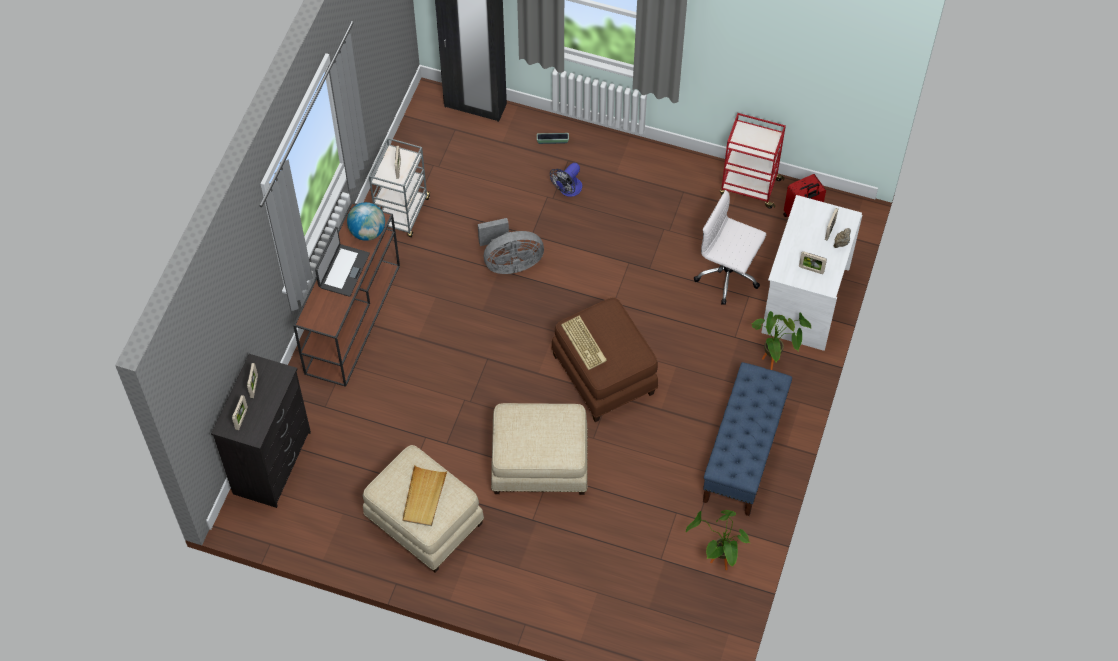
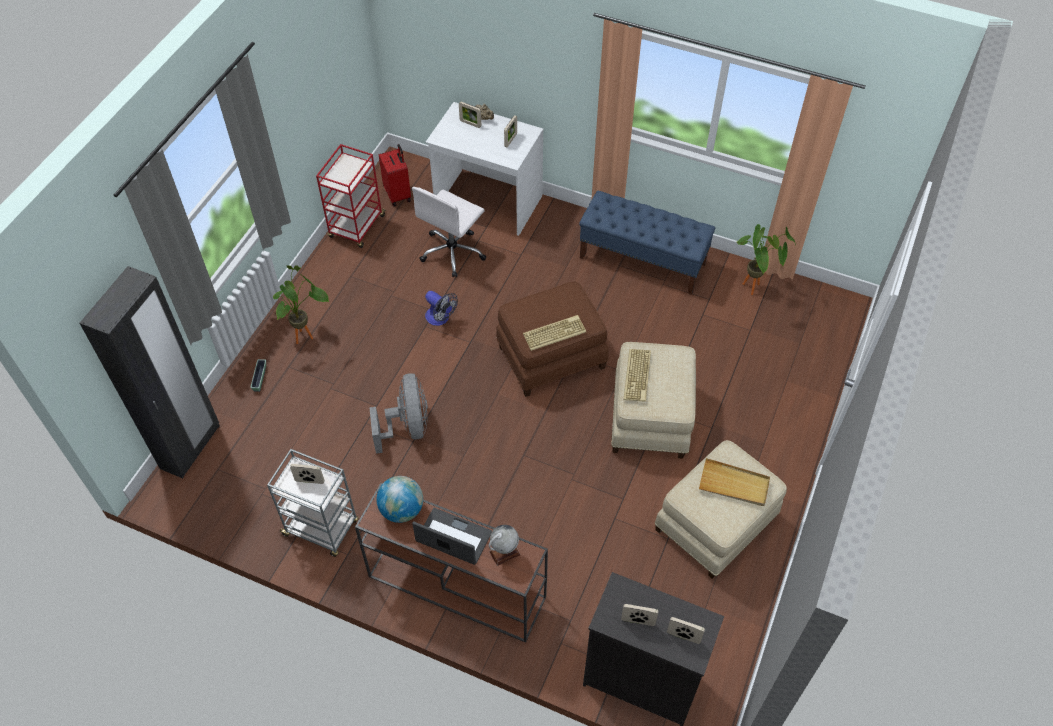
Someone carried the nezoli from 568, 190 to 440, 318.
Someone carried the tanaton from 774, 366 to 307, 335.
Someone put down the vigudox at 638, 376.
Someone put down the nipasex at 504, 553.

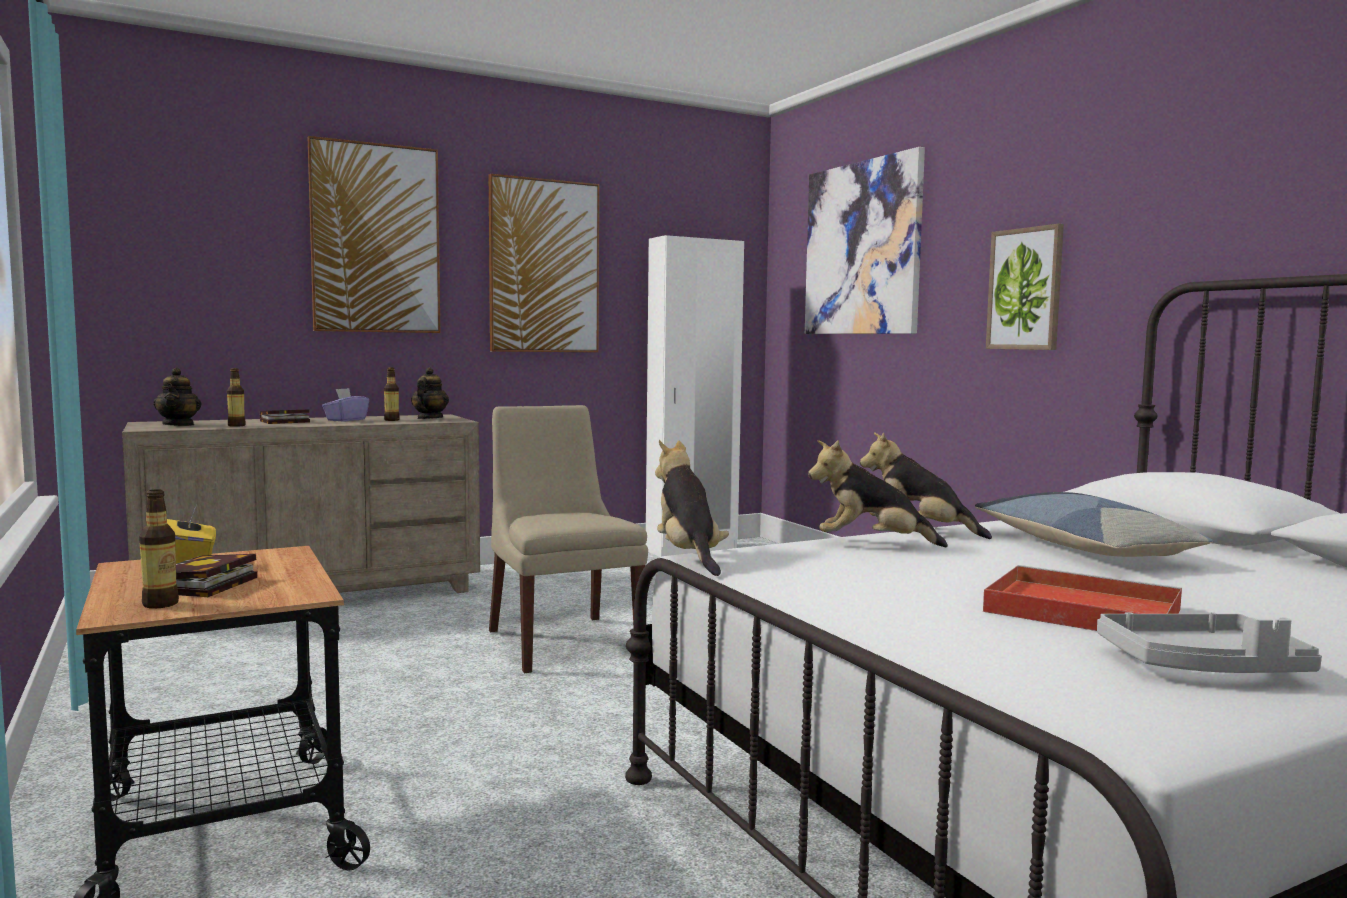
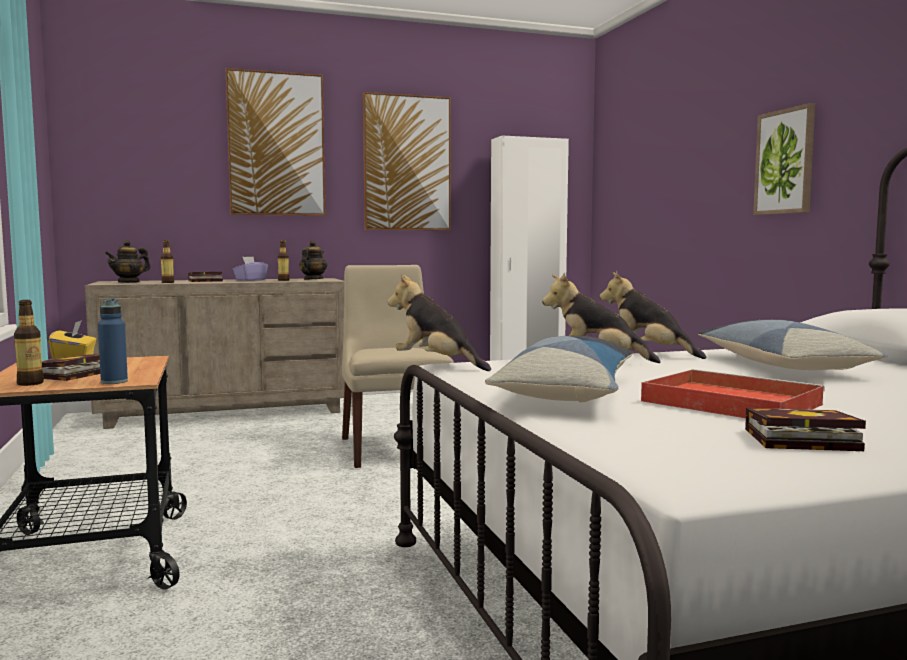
Someone took away the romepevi at 862, 248.
Someone rotated the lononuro at 179, 425 by 45 degrees clockwise.
Someone rotated the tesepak at 689, 557 by 45 degrees counterclockwise.
Someone swapped the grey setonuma at 1202, 667 for the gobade at 796, 440.
Someone put down the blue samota at 114, 382.
Someone put down the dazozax at 568, 392.

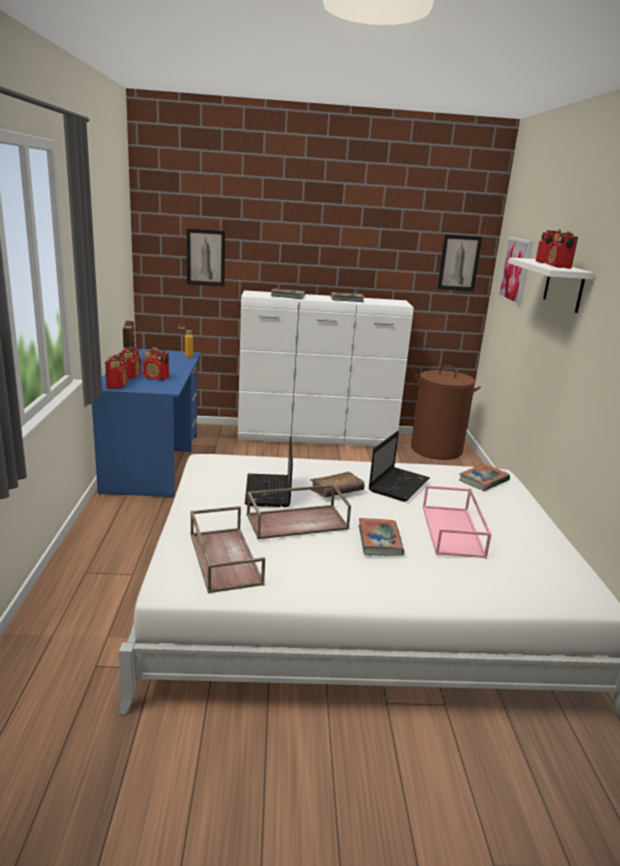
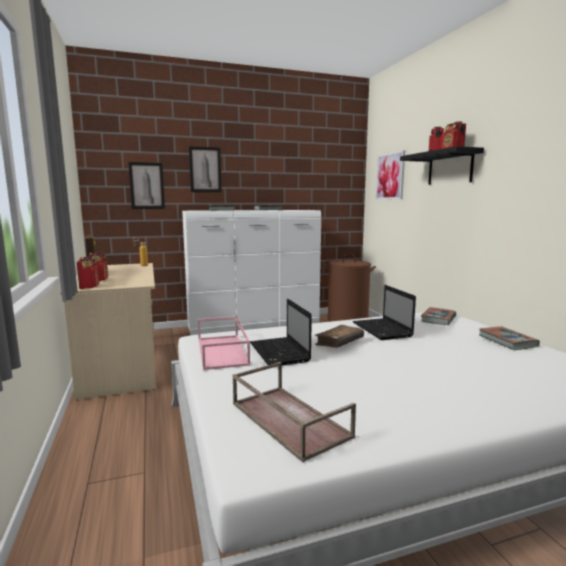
Someone carried the romepevi from 459, 263 to 205, 169.
Someone repainted the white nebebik at 564, 285, which became the black nebebik at 450, 168.
Someone took away the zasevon at 156, 378.
Someone repainted the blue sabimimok at 153, 462, which became the beige sabimimok at 121, 364.
Someone rotated the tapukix at 399, 484 by 150 degrees clockwise.
Someone took away the brown setonuma at 298, 521.
Someone carried the pink setonuma from 453, 531 to 223, 351.
Someone carried the gobade from 380, 541 to 507, 341.

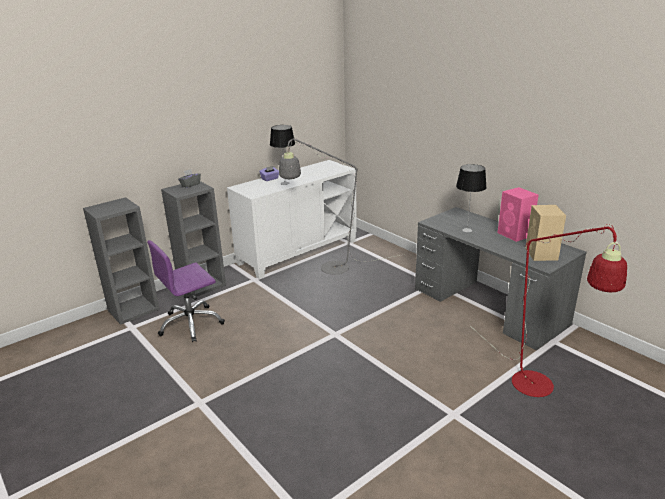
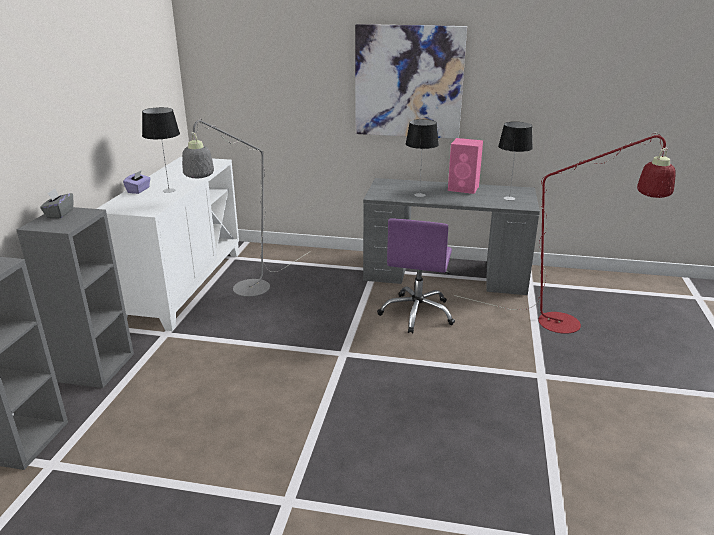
Someone swapped the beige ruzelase at 541, 254 for the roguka at 509, 198.
Someone carried the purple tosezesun from 191, 324 to 417, 313.
Someone put up the romepevi at 408, 82.

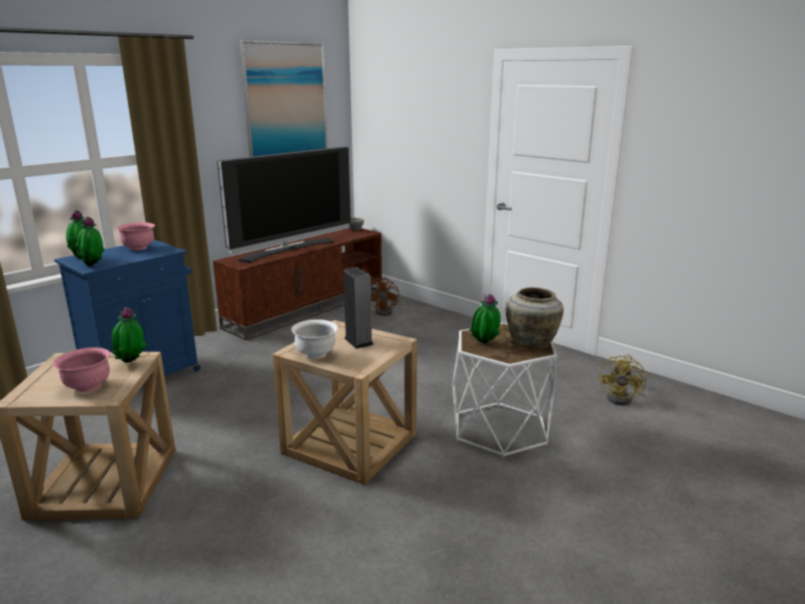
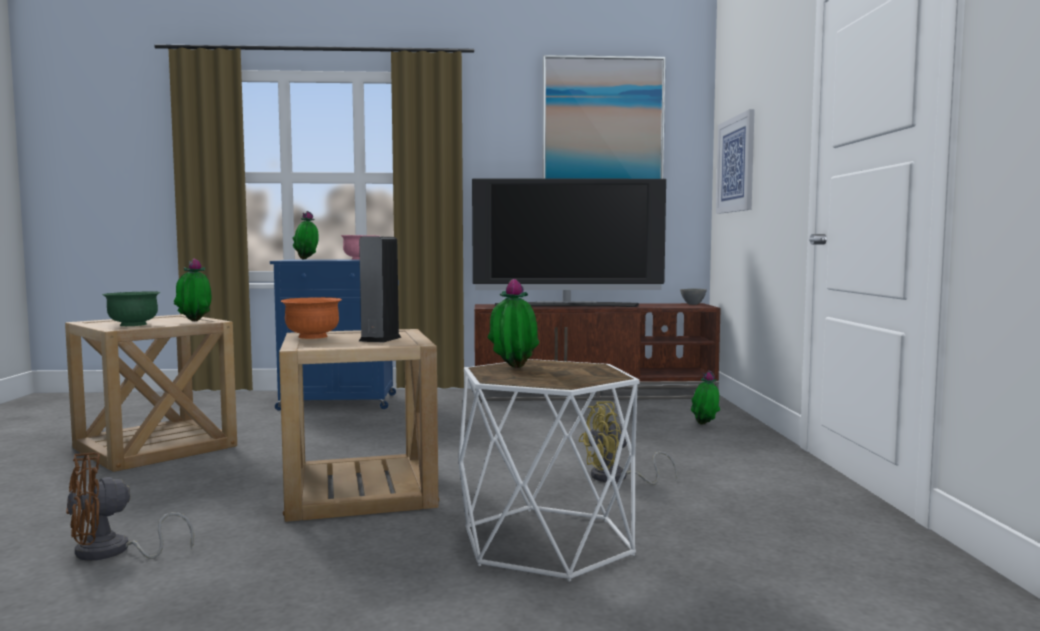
Someone carried the tanaton from 93, 265 to 705, 425.
Someone carried the brown nezoli from 387, 312 to 112, 552.
Someone took away the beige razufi at 532, 343.
Someone repainted the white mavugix at 316, 354, which became the orange mavugix at 312, 337.
Someone repainted the pink mavugix at 87, 386, which became the green mavugix at 133, 325.
Someone carried the yellow nezoli from 624, 399 to 617, 478.
Someone put up the romepevi at 736, 165.

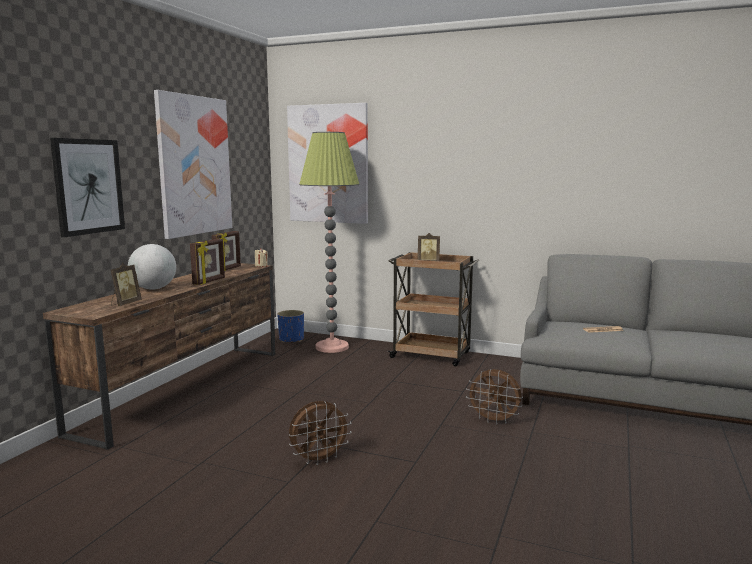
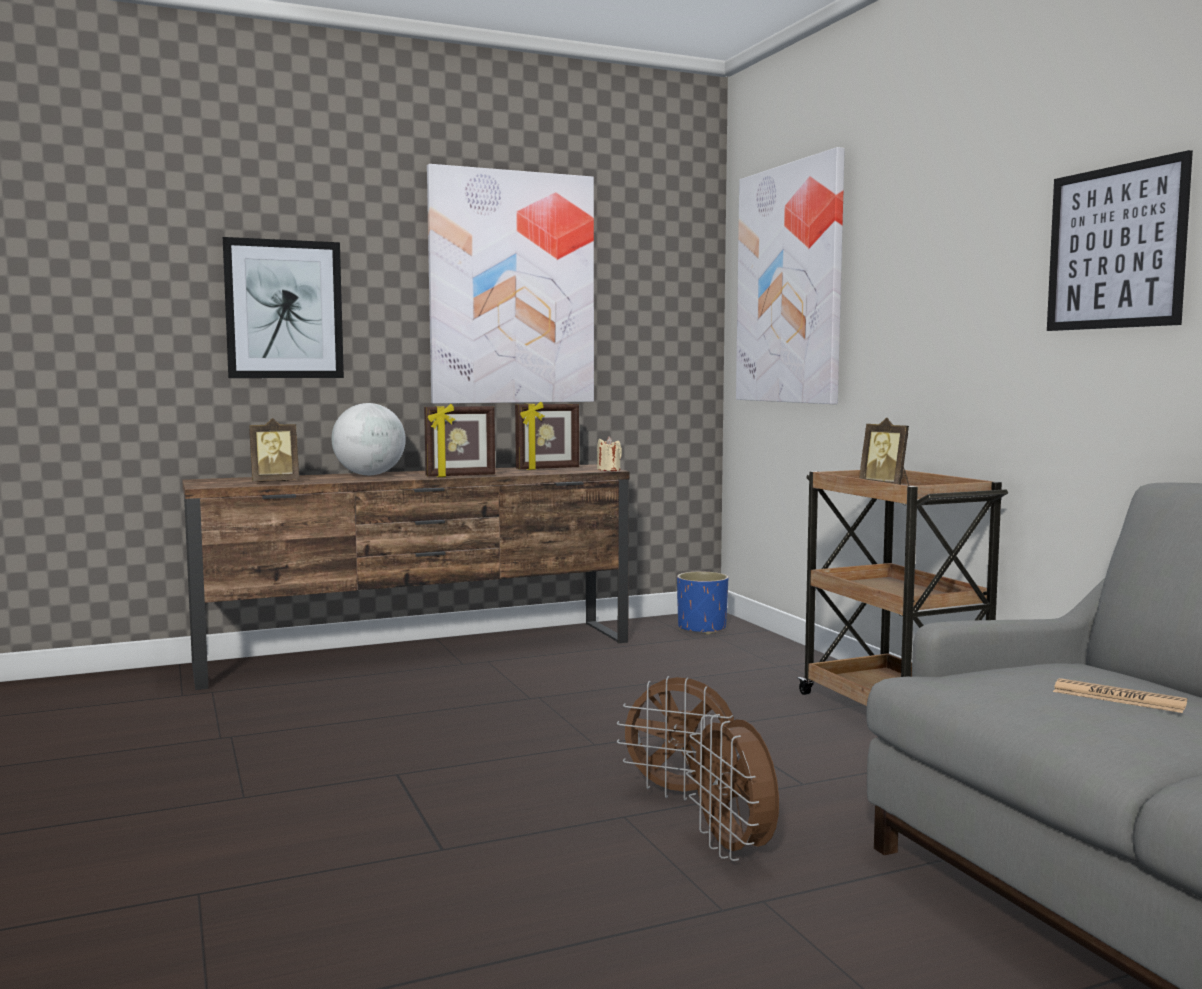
Someone took away the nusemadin at 332, 347.
Someone carried the brown nezoli from 319, 459 to 680, 793.
Someone put up the romepevi at 1115, 247.

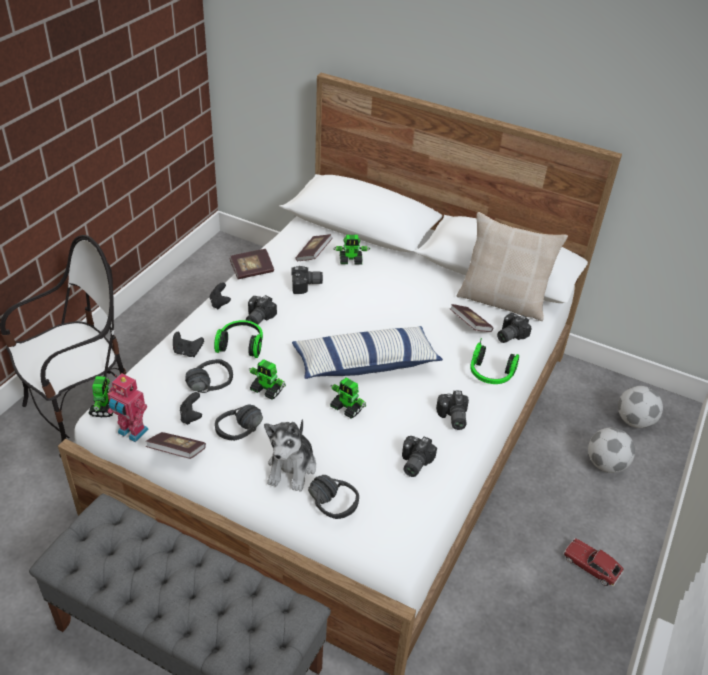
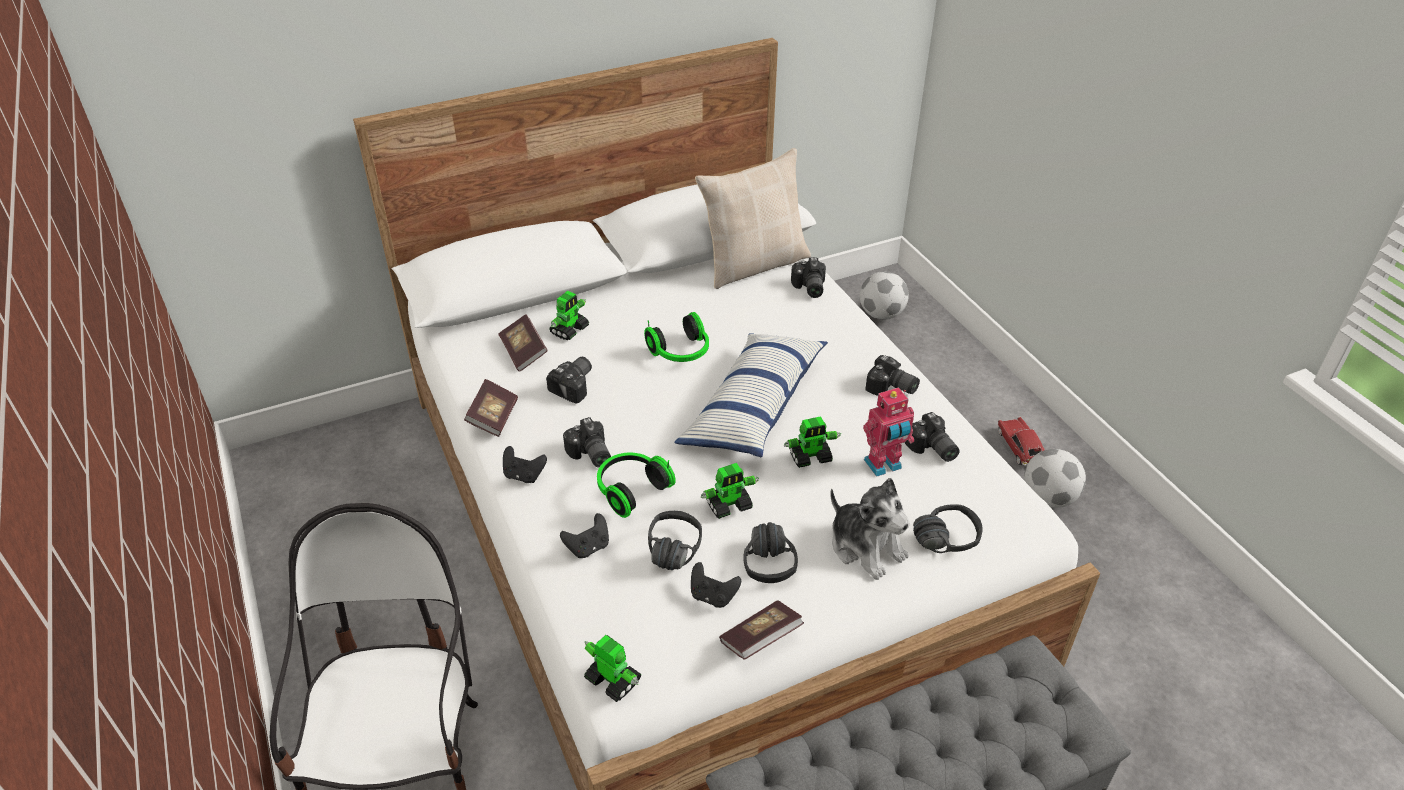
Someone took away the gobade at 470, 325.
Someone carried the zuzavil from 490, 375 to 681, 353.
Someone carried the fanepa from 131, 432 to 884, 465.
Someone carried the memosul from 605, 464 to 1048, 498.
Someone rotated the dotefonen at 591, 566 by 90 degrees clockwise.

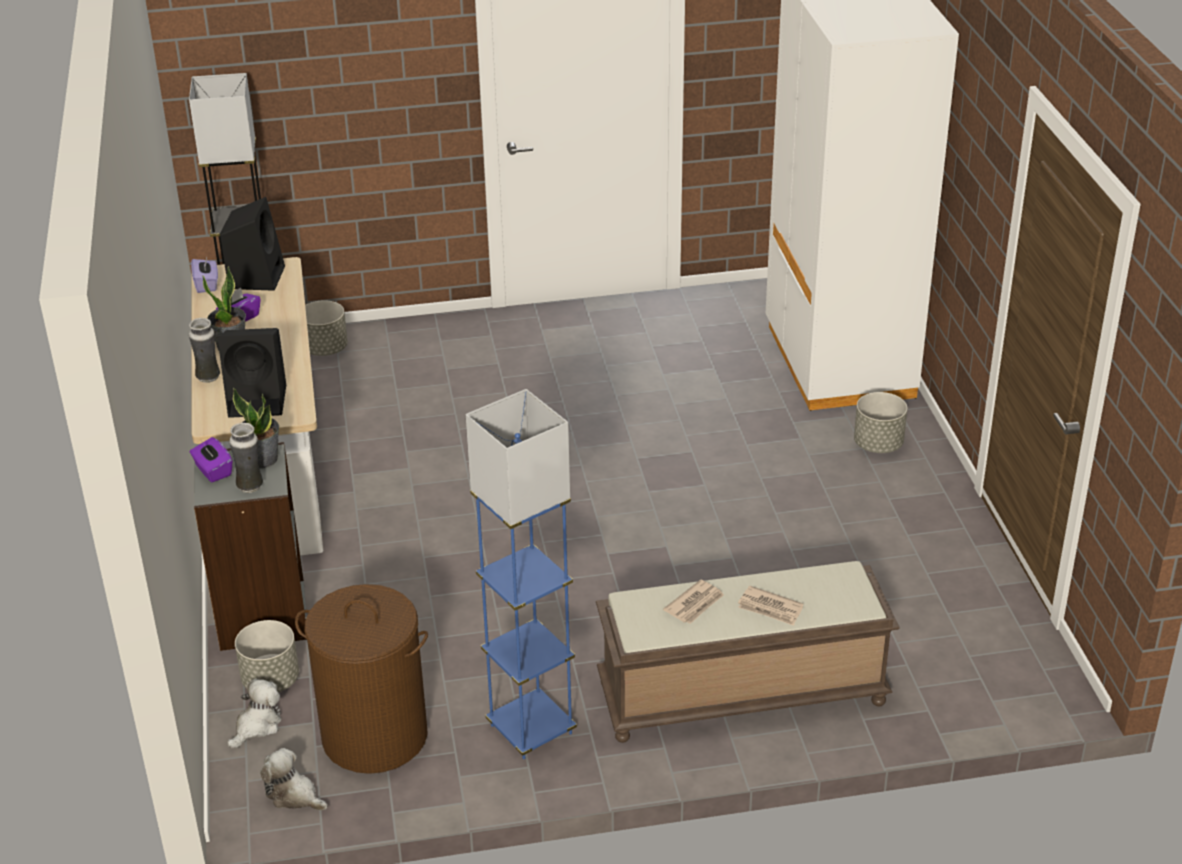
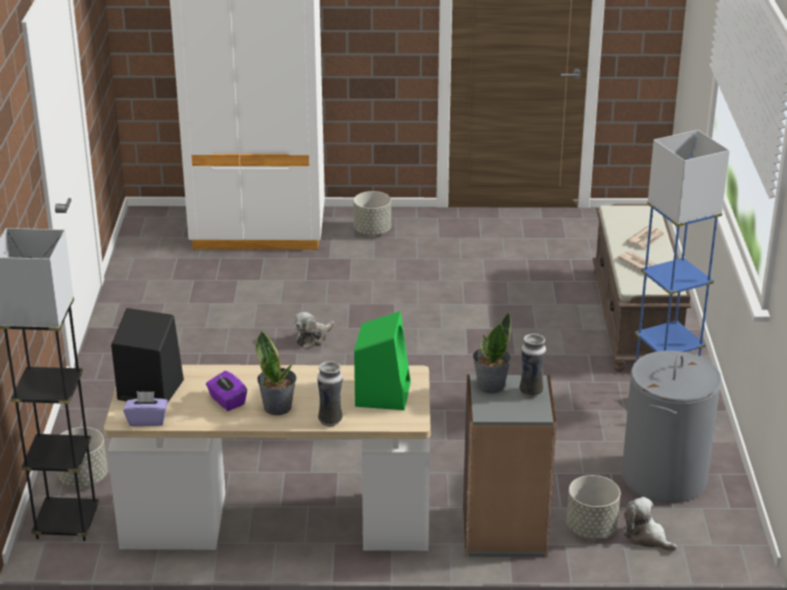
Someone repainted the black ruzelase at 259, 401, which became the green ruzelase at 382, 393.
Someone took away the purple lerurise at 213, 471.
Someone repainted the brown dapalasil at 374, 736, which became the grey dapalasil at 664, 478.
Someone carried the tesepak from 294, 795 to 313, 338.

